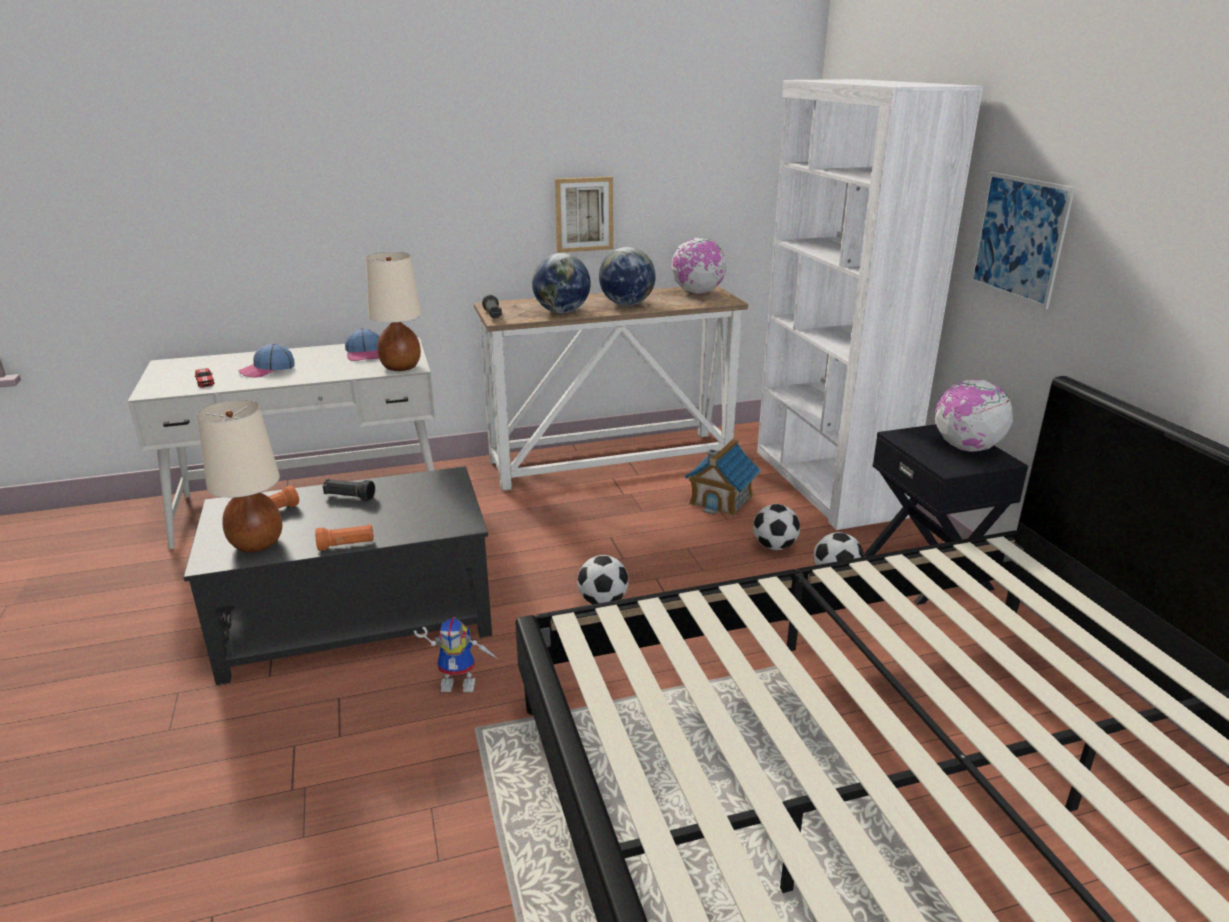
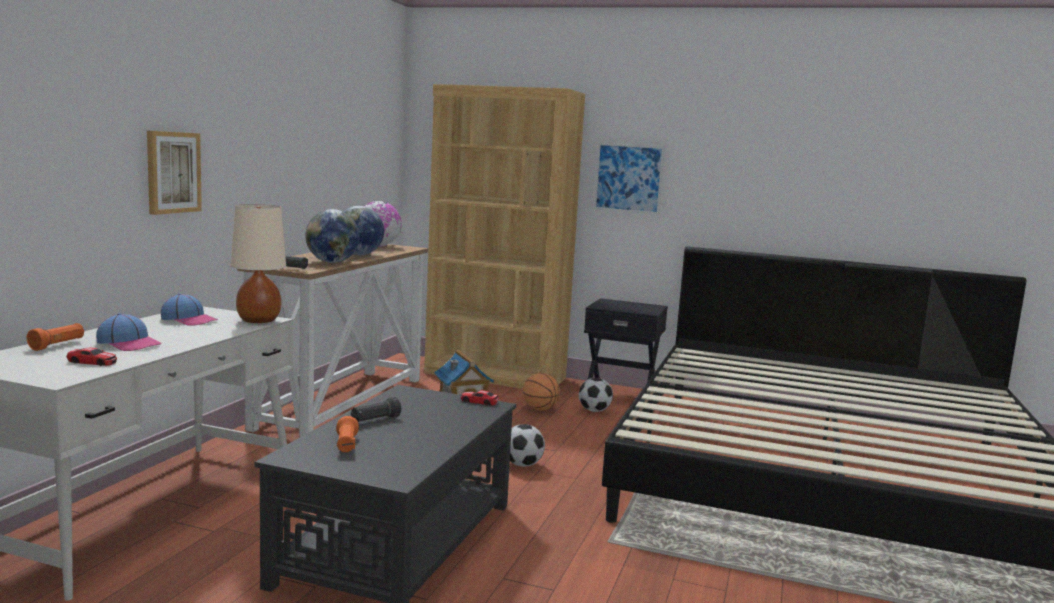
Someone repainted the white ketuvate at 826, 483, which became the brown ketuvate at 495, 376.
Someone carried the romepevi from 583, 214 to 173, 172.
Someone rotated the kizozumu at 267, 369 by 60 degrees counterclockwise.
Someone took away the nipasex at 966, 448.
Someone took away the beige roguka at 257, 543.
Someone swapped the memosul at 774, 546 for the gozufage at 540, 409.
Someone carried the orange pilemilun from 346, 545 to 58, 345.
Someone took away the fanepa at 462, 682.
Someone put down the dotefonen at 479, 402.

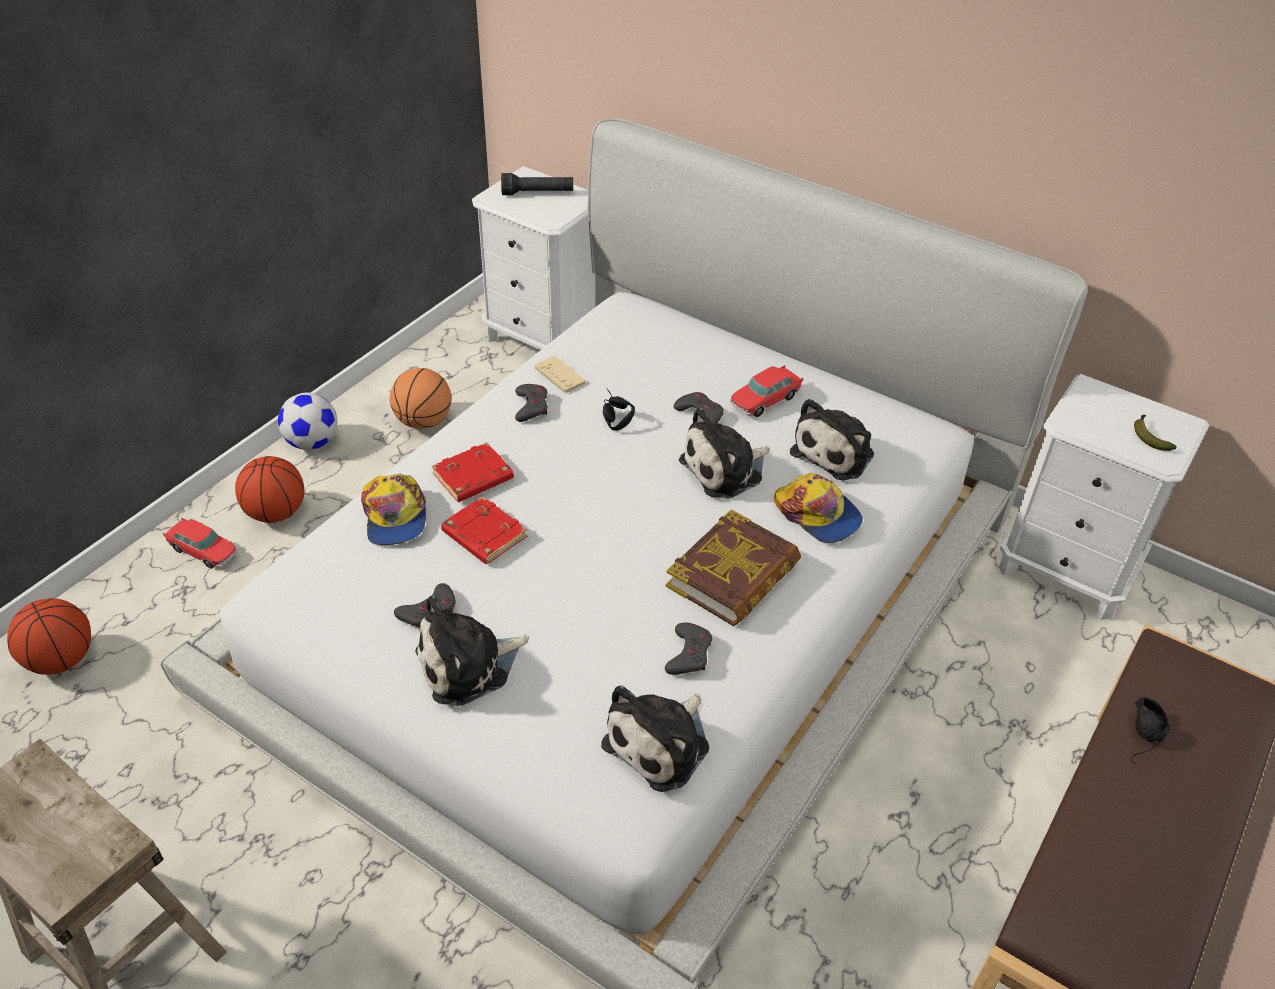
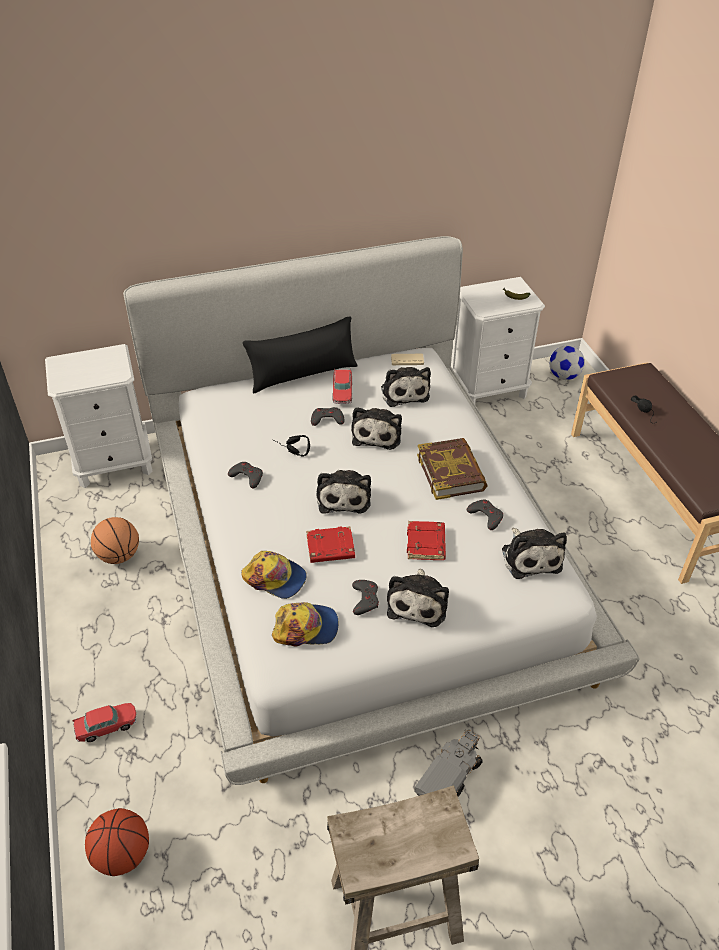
Someone took away the black pilemilun at 537, 193.
Someone carried the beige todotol from 559, 375 to 407, 360.
Someone carried the memosul from 312, 443 to 564, 376.
Someone carried the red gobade from 473, 478 to 426, 544.
Someone took away the gozufage at 276, 513.
Someone carried the kizozumu from 818, 514 to 306, 627.
Someone put down the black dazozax at 303, 375.
Someone put down the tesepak at 344, 496.
Someone put down the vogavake at 448, 779.

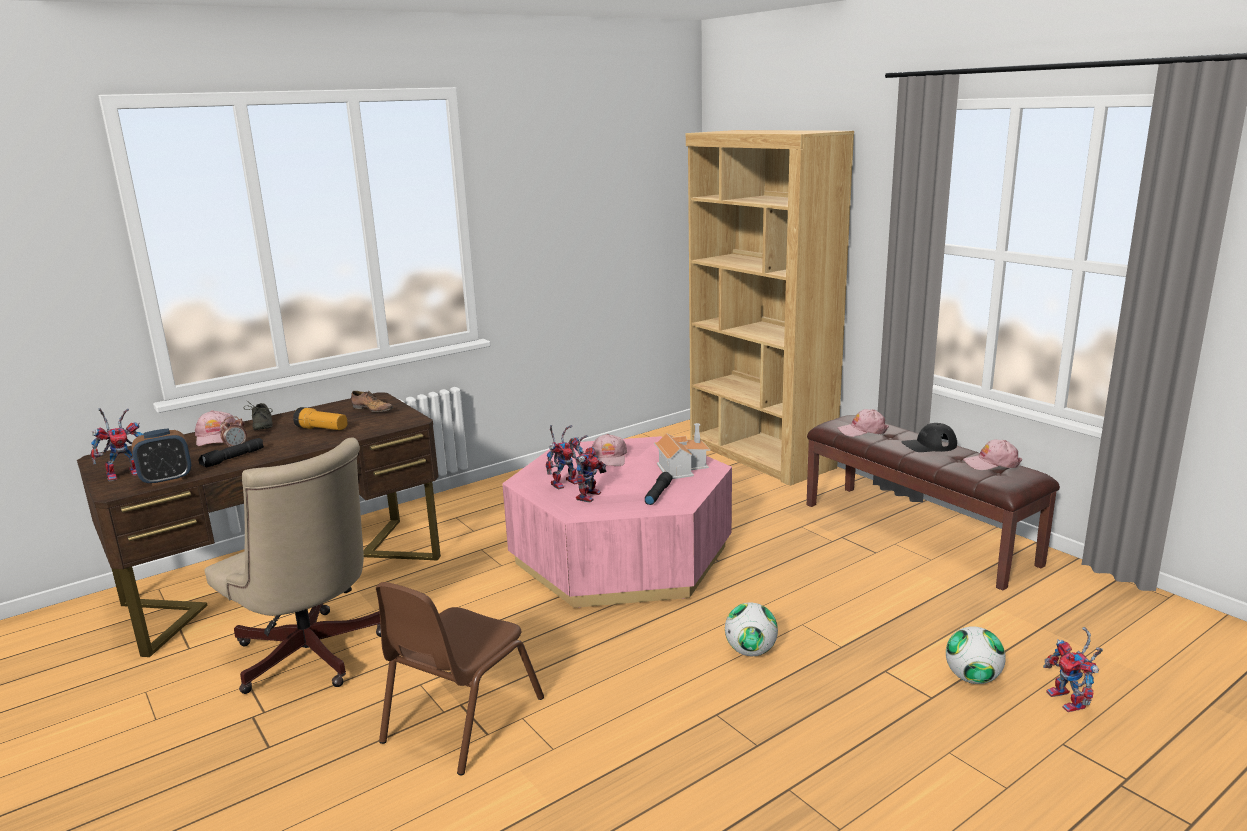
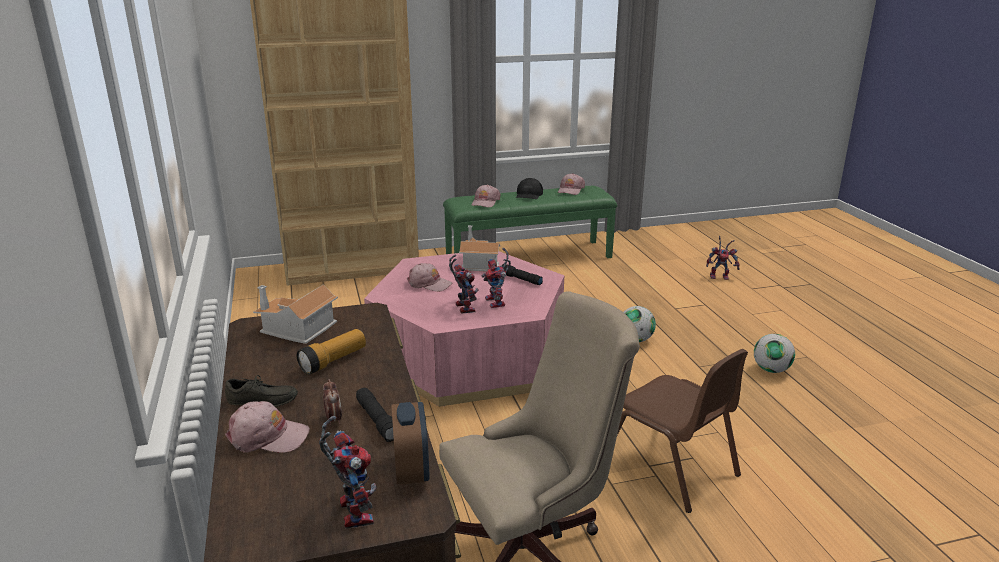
Someone swapped the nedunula at 372, 409 for the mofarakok at 297, 329.
Someone repainted the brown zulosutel at 918, 533, which became the green zulosutel at 529, 257.
Someone rotated the fanepa at 587, 495 by 150 degrees counterclockwise.
Someone carried the memosul from 972, 678 to 771, 370.

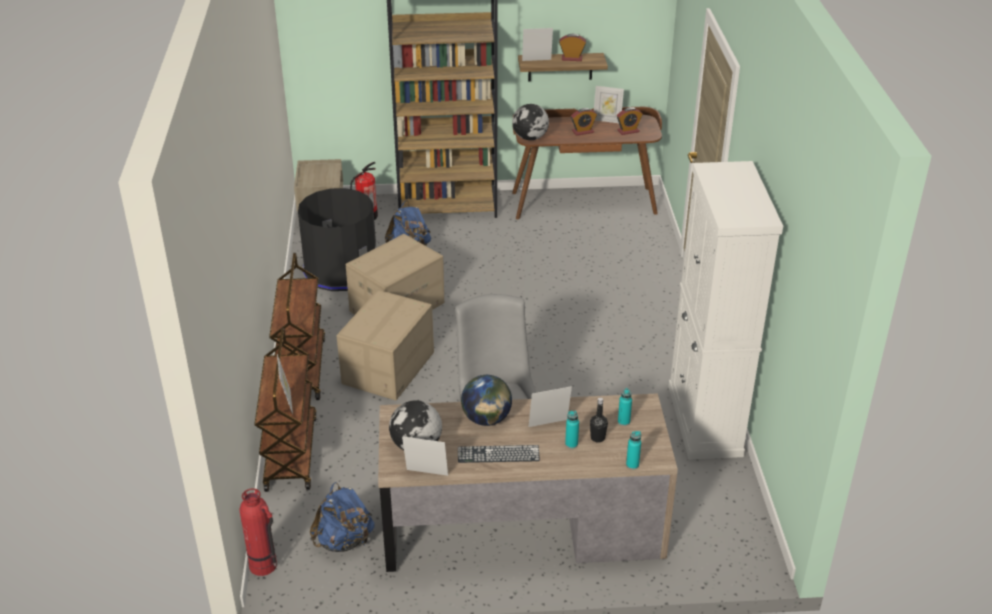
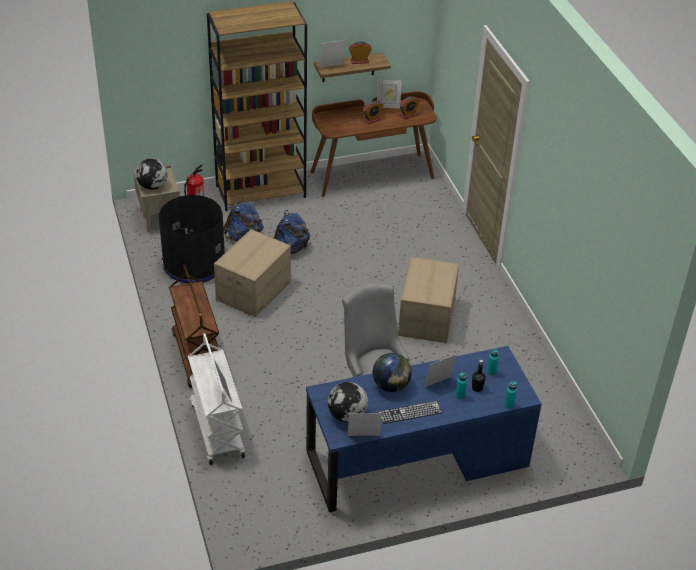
Someone carried the nipasex from 530, 138 to 152, 186.
Someone took away the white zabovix at 704, 421.
Someone carried the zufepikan from 389, 368 to 427, 317.
Someone repainted the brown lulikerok at 290, 452, which became the white lulikerok at 216, 429.
Someone repainted the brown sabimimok at 522, 526, which became the blue sabimimok at 417, 459.
Someone carried the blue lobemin from 344, 541 to 290, 249.
Someone took away the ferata at 263, 565.

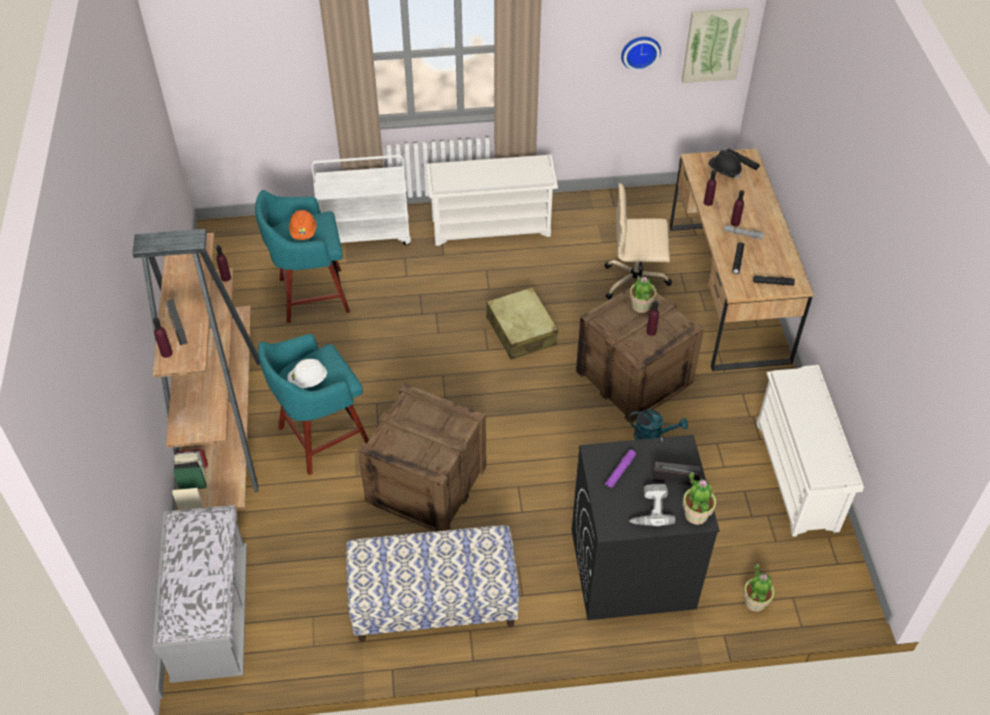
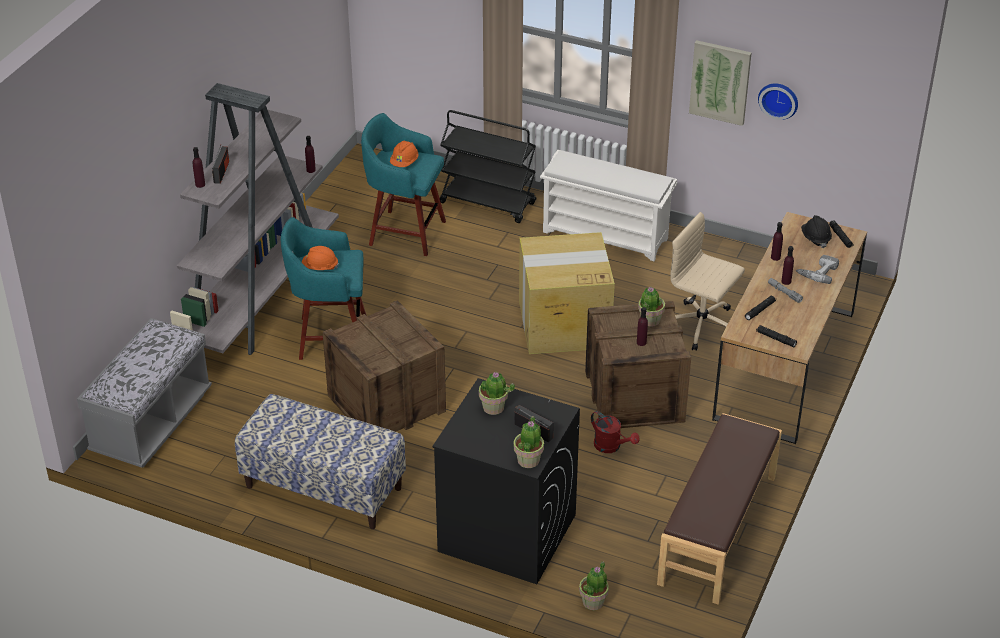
Someone carried the romepevi from 713, 44 to 720, 82.
Someone repainted the white lulikerok at 366, 235, which became the black lulikerok at 488, 203.
Someone repainted the brown ketuvate at 222, 423, which became the grey ketuvate at 261, 297.
Someone swapped the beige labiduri at 521, 331 for the zufepikan at 563, 324.
Someone repainted the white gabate at 308, 381, which became the orange gabate at 320, 267.
Someone swapped the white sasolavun at 798, 476 for the brown zulosutel at 719, 530.
Someone repainted the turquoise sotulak at 652, 436, which became the red sotulak at 611, 447.
Someone swapped the purple pilemilun at 620, 471 for the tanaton at 493, 408.
Someone carried the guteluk from 649, 509 to 817, 272.

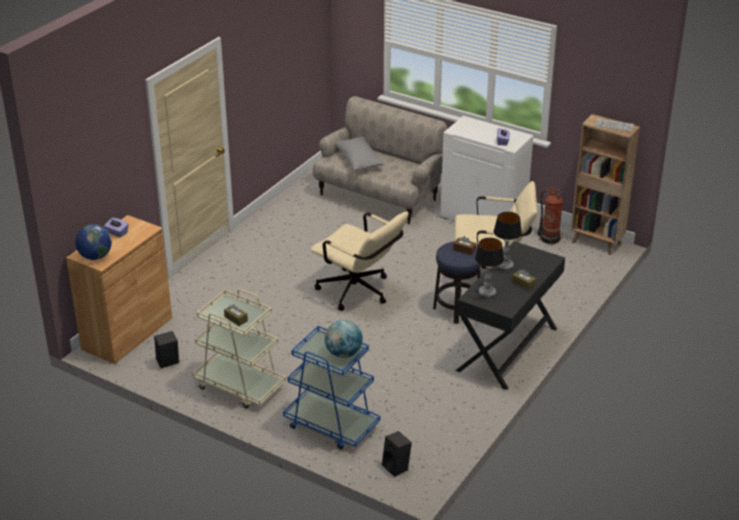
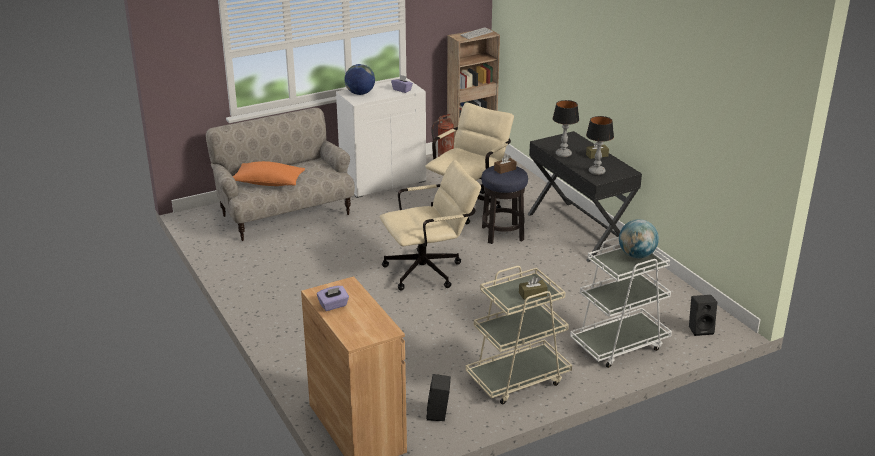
Someone repainted the grey dazozax at 358, 161, which became the orange dazozax at 268, 183.
Someone carried the nipasex from 95, 256 to 360, 93.
Someone repainted the blue lulikerok at 331, 425, which became the white lulikerok at 619, 344.

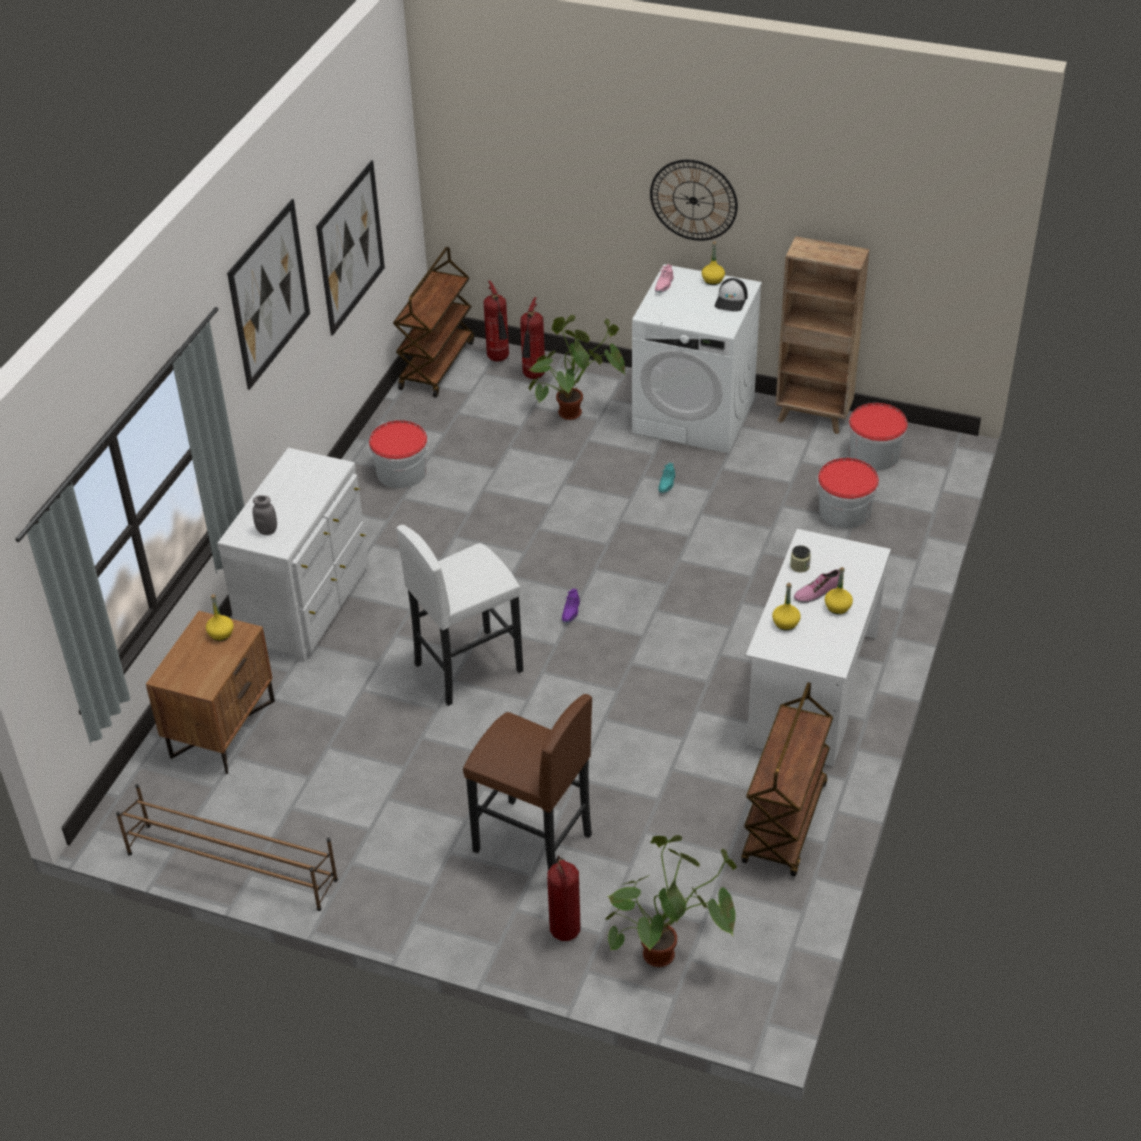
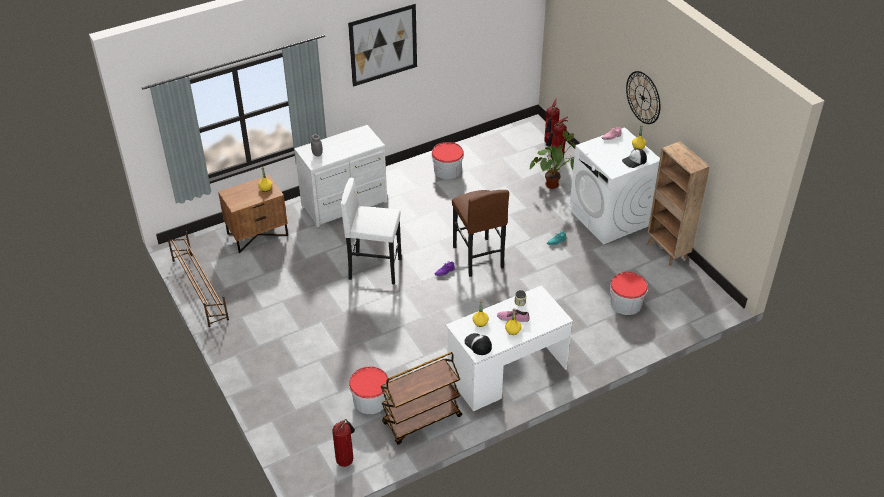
Someone took away the romepevi at 351, 247.
Someone took away the brown lulikerok at 436, 365.
Someone carried the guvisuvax from 874, 454 to 370, 400.
Someone carried the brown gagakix from 532, 843 to 478, 257.
Someone took away the tanaton at 667, 944.
Someone carried the ferata from 563, 928 to 345, 459.
Someone put down the kizozumu at 478, 344.

